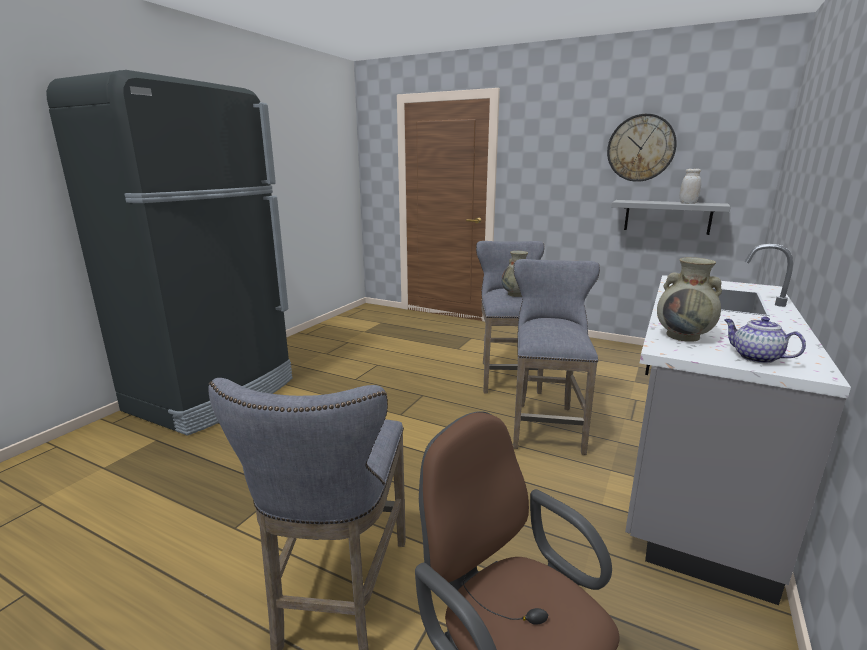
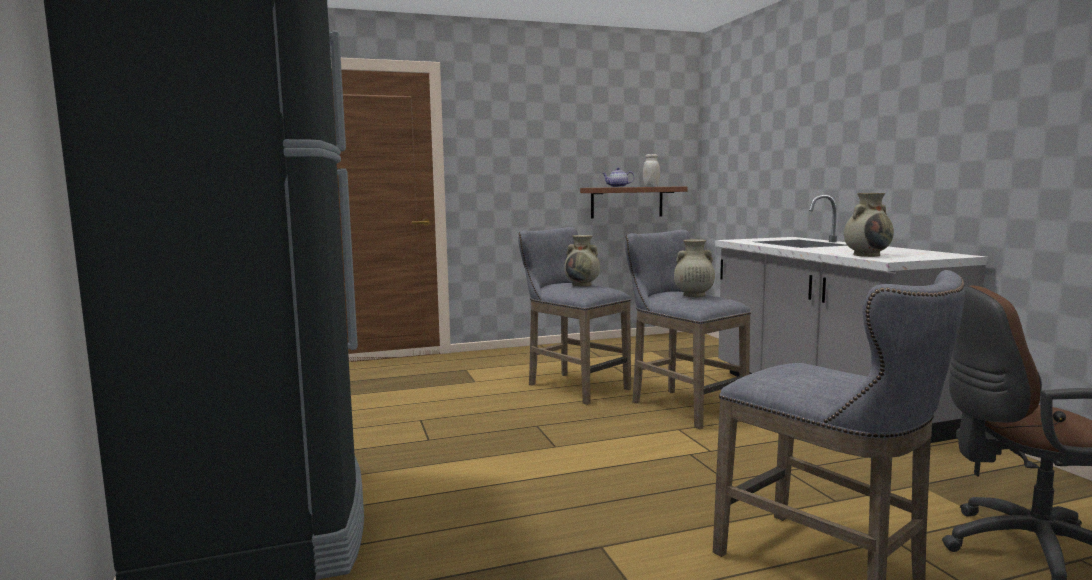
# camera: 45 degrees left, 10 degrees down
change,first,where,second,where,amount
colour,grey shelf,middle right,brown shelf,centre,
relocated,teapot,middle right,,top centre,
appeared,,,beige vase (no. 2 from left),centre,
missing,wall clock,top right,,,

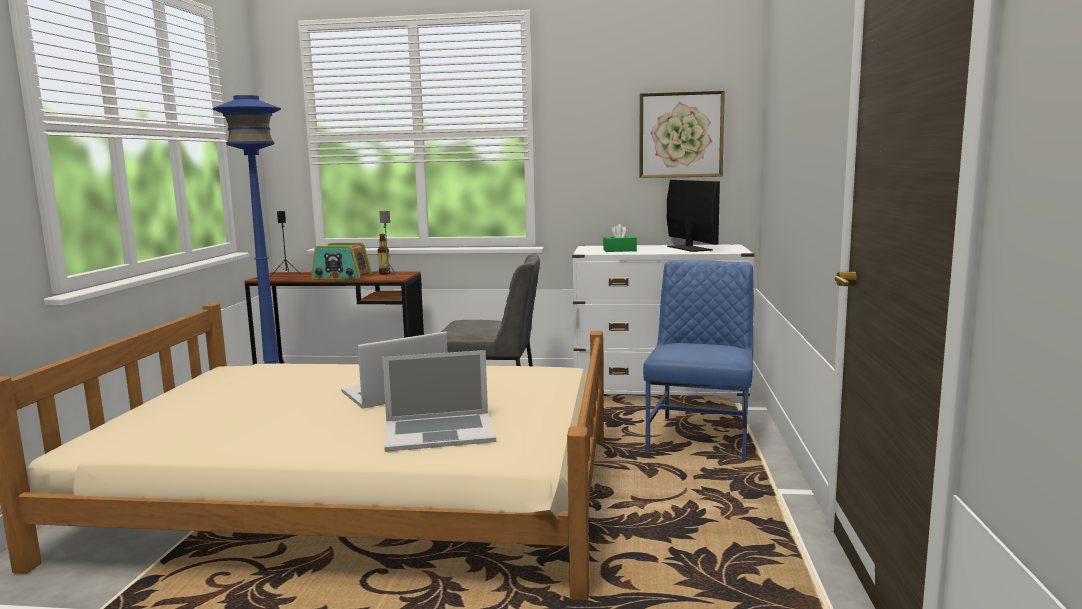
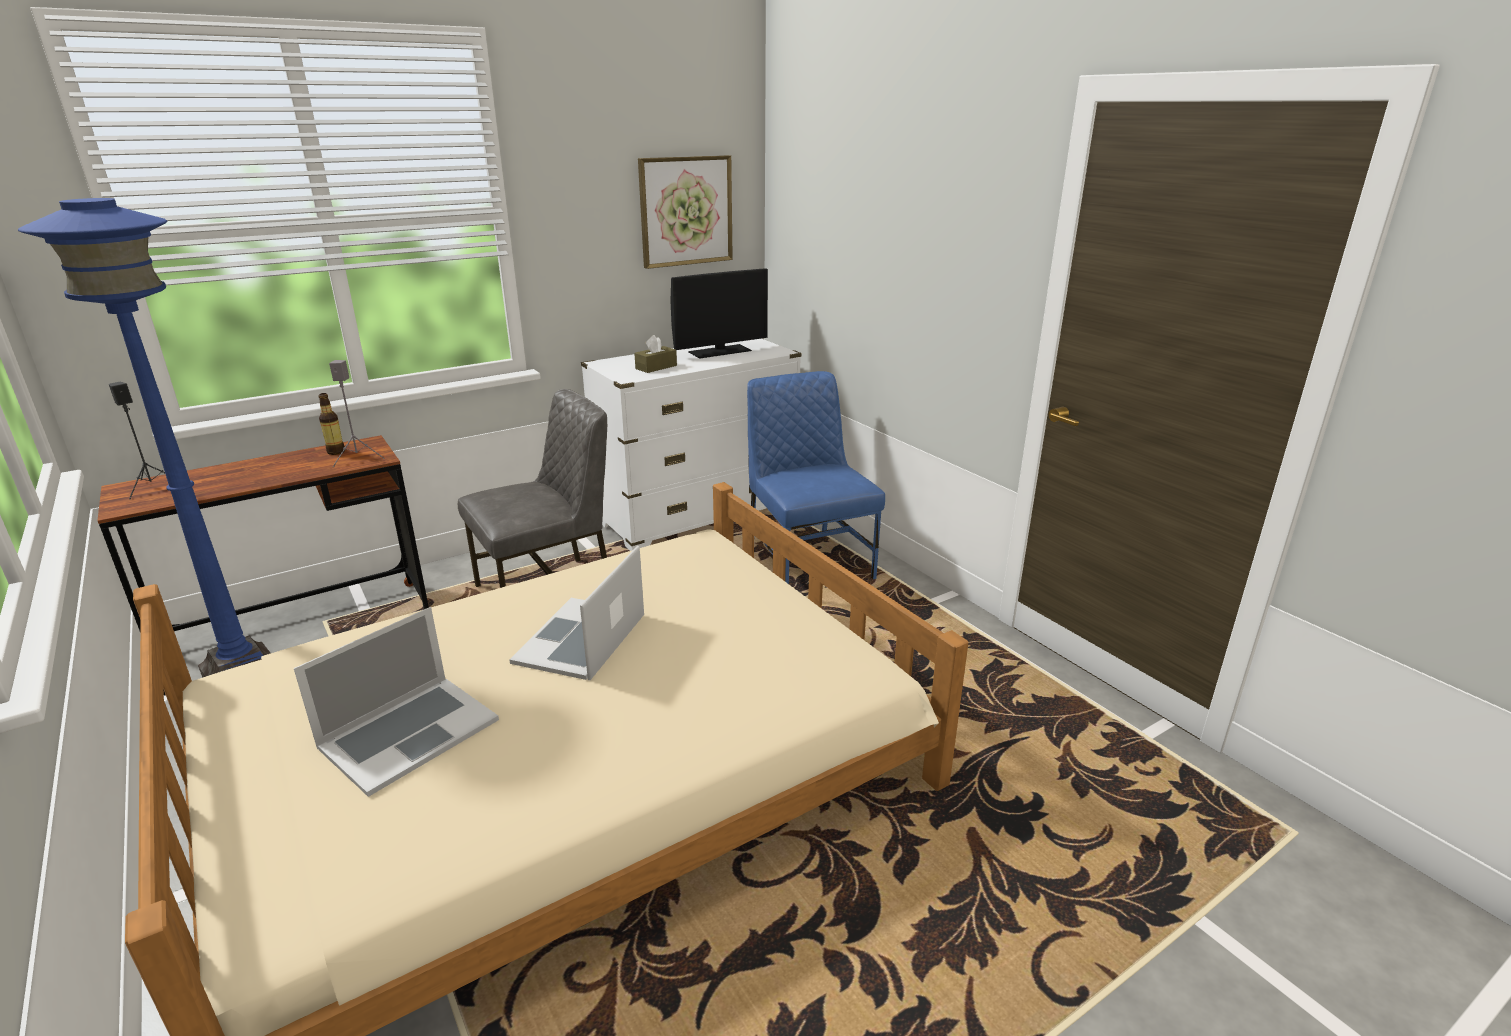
# camera: 40 degrees left, 15 degrees up
change,first,where,second,where,amount
relocated,laptop (no. 2 from left in the first image),centre,laptop (no. 1 from left),bottom left,
colour,green tissue box,centre,brown tissue box,centre,
spun,monitor,centre,,top centre,120 degrees clockwise
missing,radio,middle left,,,

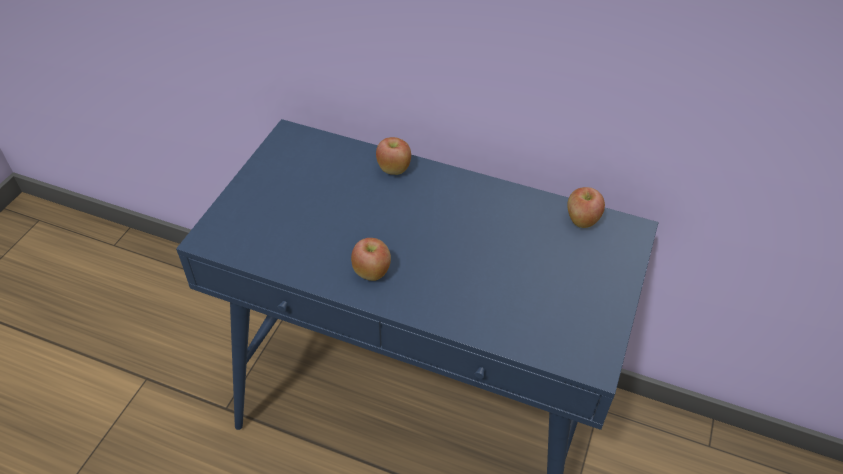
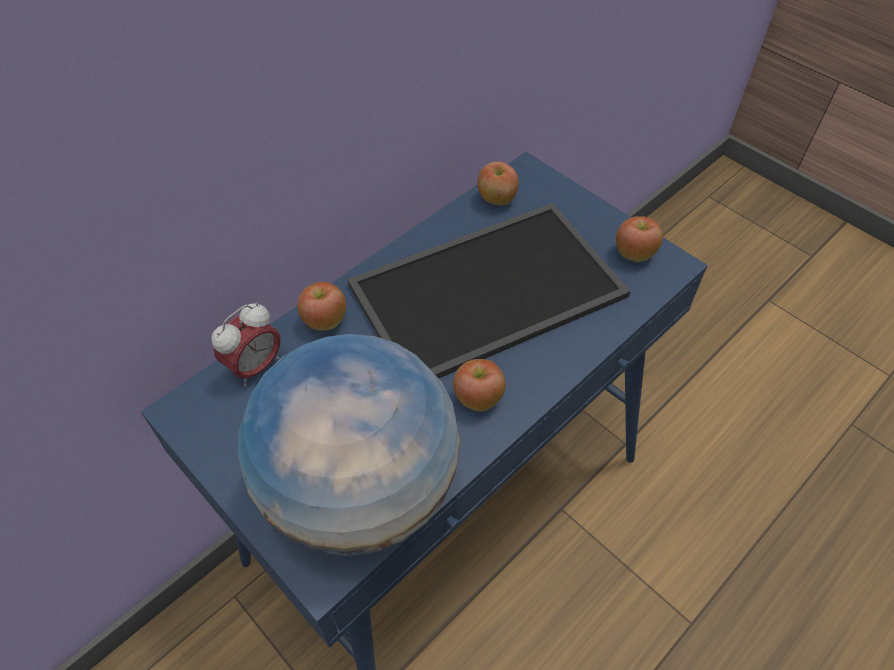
# camera: 65 degrees left, 5 degrees up
change,first,where,second,where,amount
appeared,,,alarm clock,middle left,
appeared,,,globe,centre,
appeared,,,tray,centre,
appeared,,,apple (no. 4 from left),middle right,

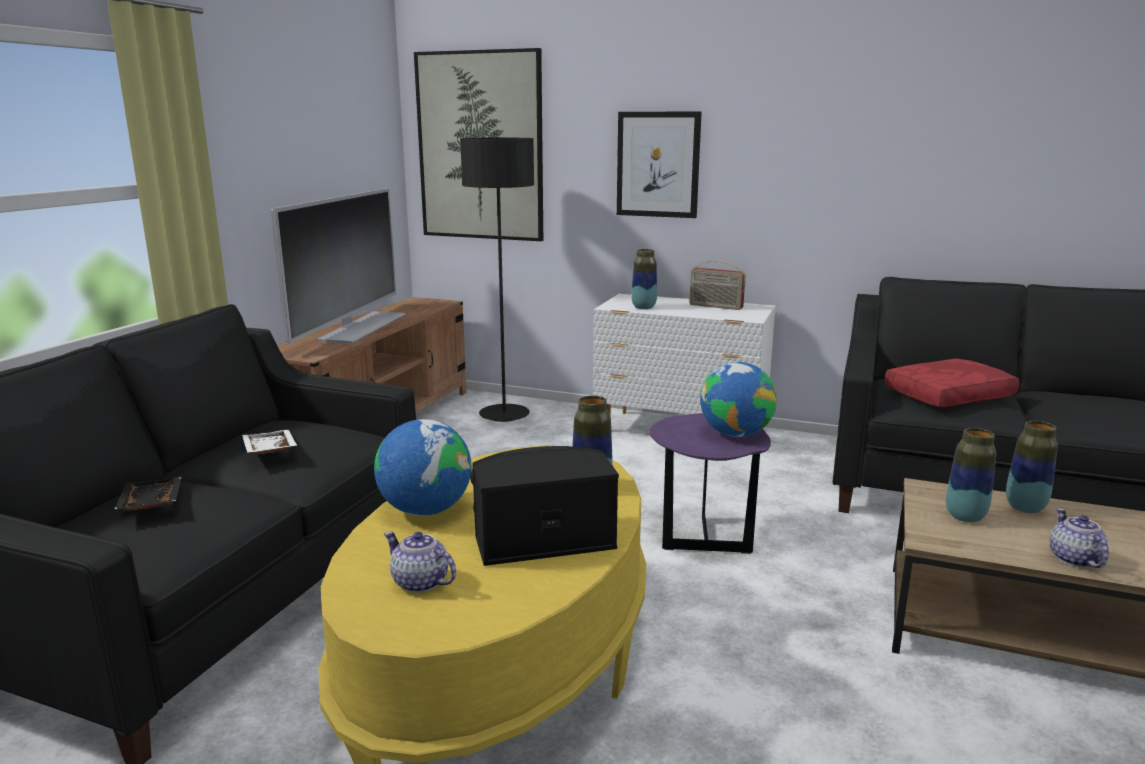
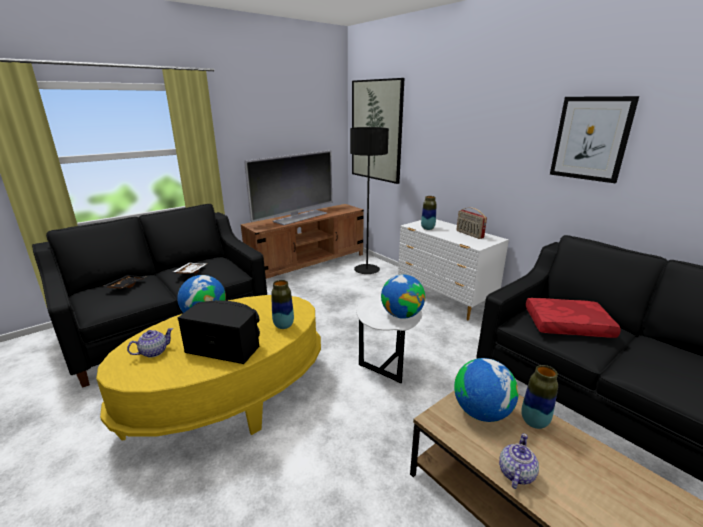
# camera: 30 degrees right, 5 degrees up
change,first,where,second,where,amount
spun,teapot (no. 1 from left),bottom centre,,middle left,75 degrees clockwise
colour,purple side table,centre,white side table,centre,
exchanged,vase (no. 3 from left),middle right,globe (no. 3 from left),bottom right,
relocated,picture (no. 2 from left),top centre,,top right,

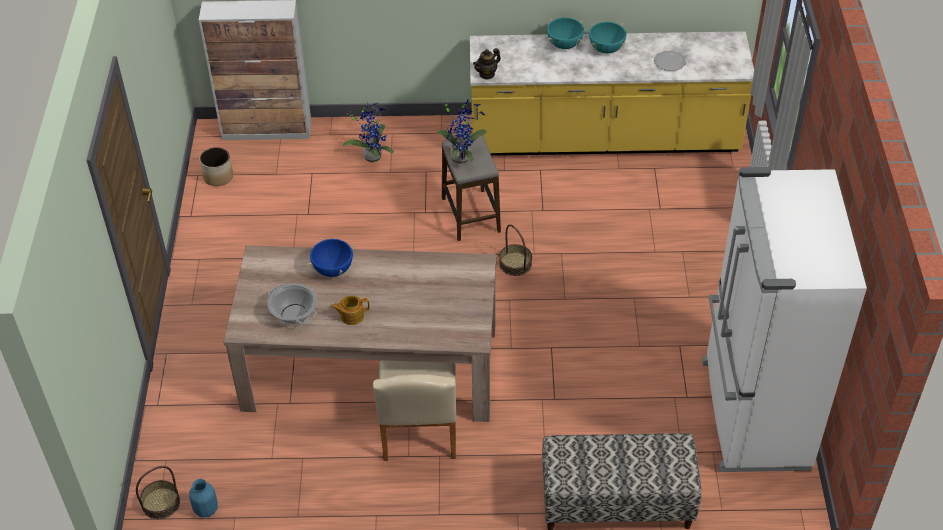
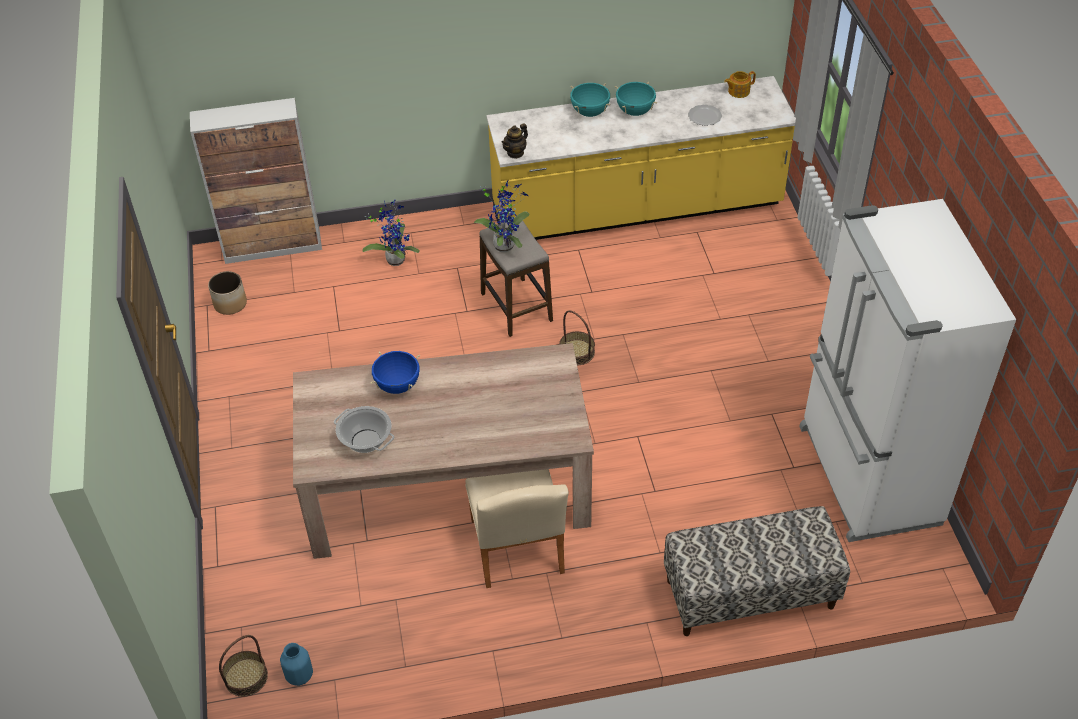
# camera: 10 degrees left, 0 degrees up
change,first,where,second,where,amount
relocated,teapot (no. 1 from left in the first image),centre,teapot (no. 2 from left),top right,

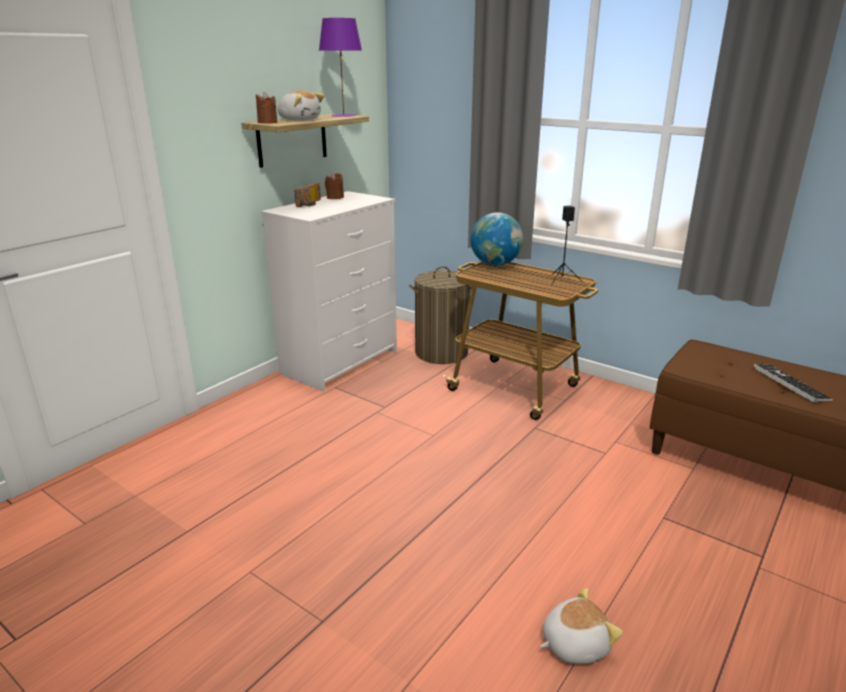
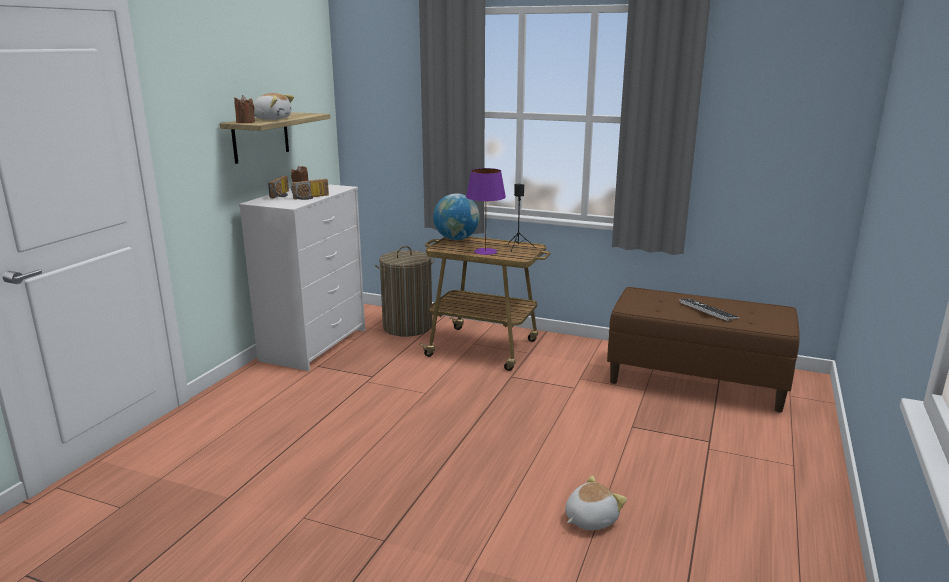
# camera: 15 degrees left, 5 degrees down
change,first,where,second,where,amount
appeared,,,radio (no. 2 from left),top left,
relocated,purple table lamp,top centre,,centre,

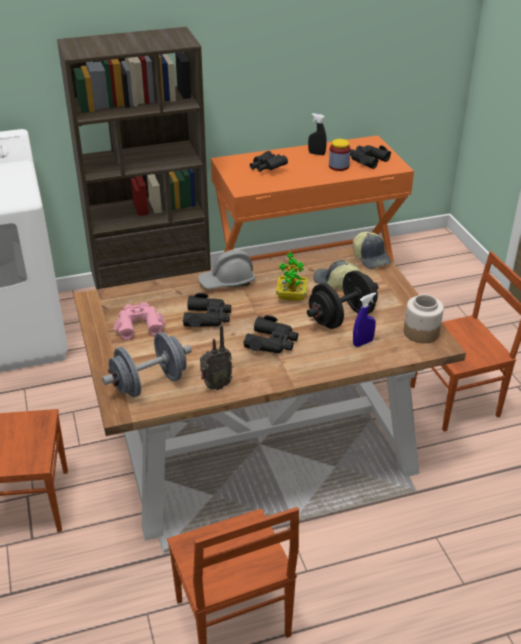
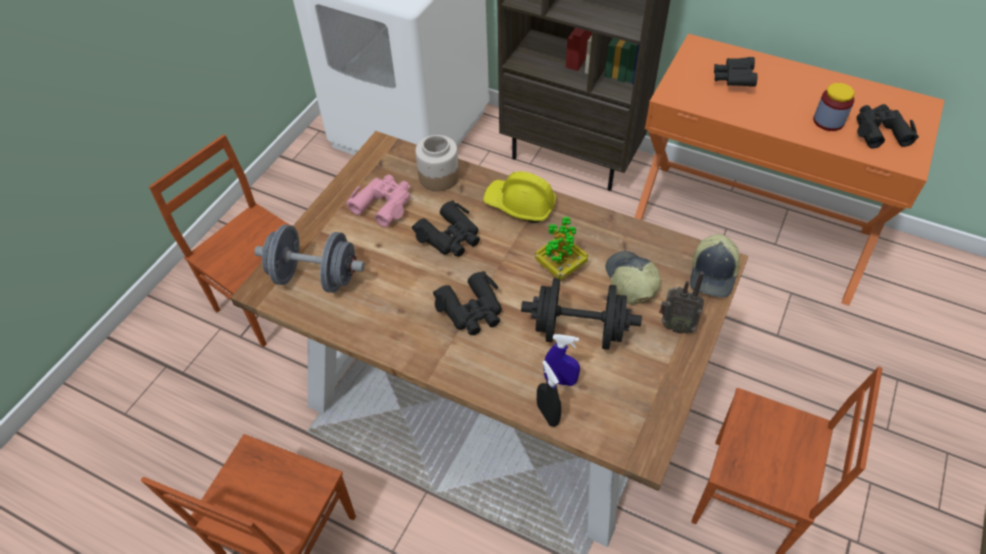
# camera: 45 degrees right, 15 degrees up
change,first,where,second,where,amount
relocated,jar (no. 2 from left in the first image),middle right,jar (no. 1 from left),top centre,
colour,grey hard hat,centre,yellow hard hat,centre,
relocated,black spray bottle,top centre,,bottom centre,
relocated,radio,centre,,middle right,

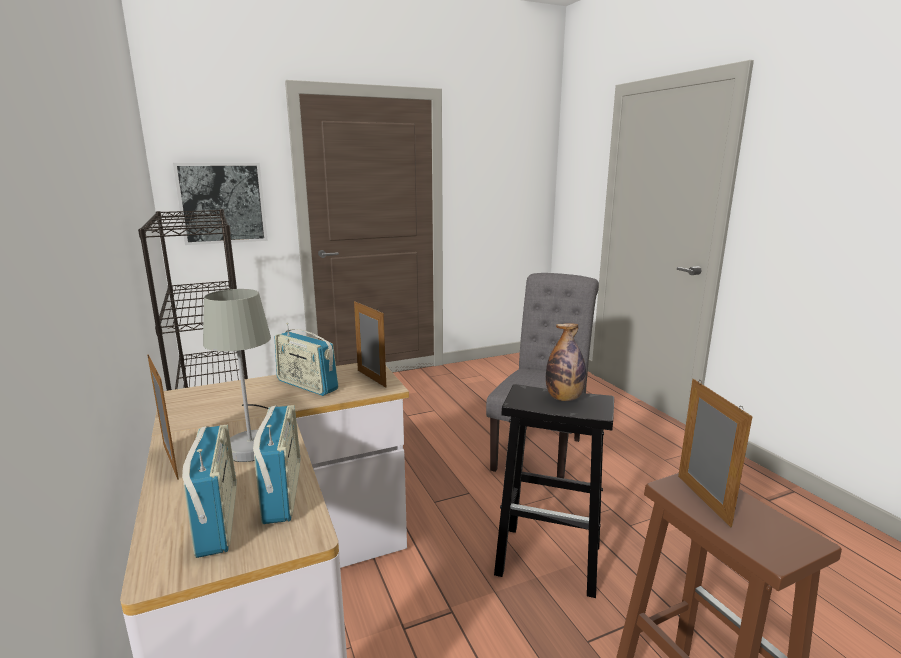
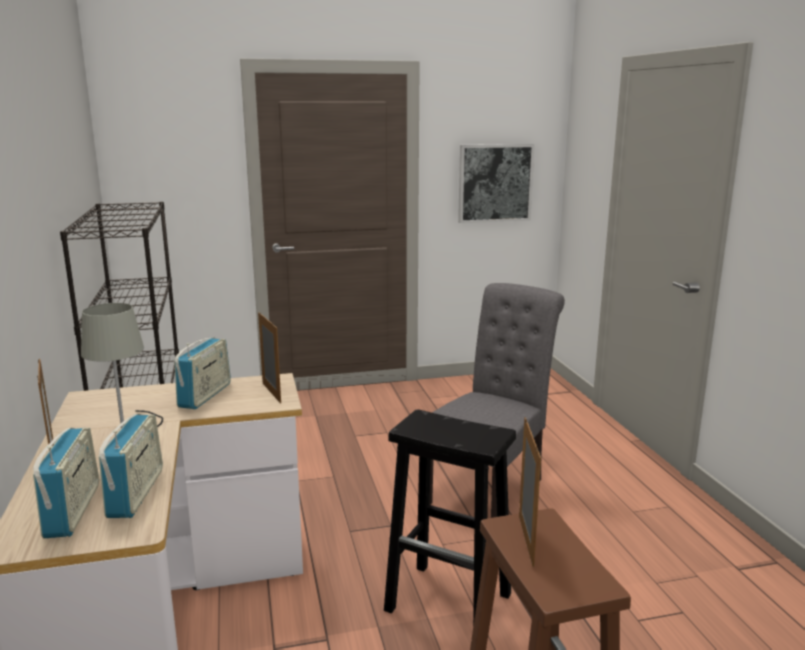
# camera: 10 degrees right, 0 degrees up
change,first,where,second,where,amount
spun,radio (no. 3 from left),centre,,middle left,120 degrees counterclockwise
relocated,picture,top left,,top centre,
missing,bottle,centre,,,

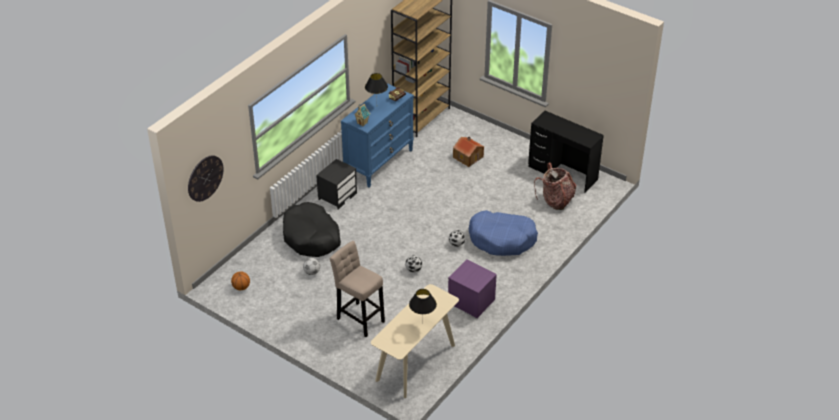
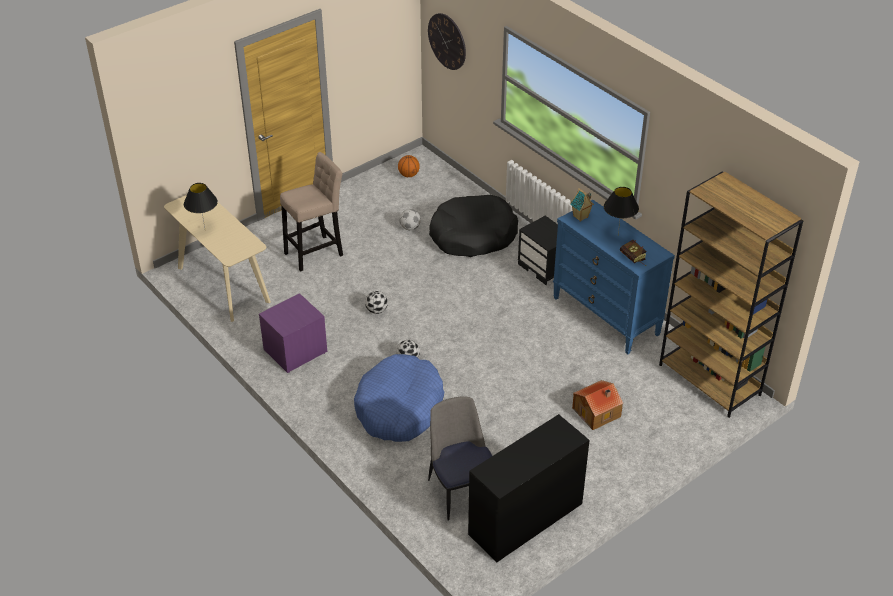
# camera: 105 degrees right, 0 degrees up
change,first,where,second,where,amount
exchanged,backpack,centre,chair,bottom centre,

